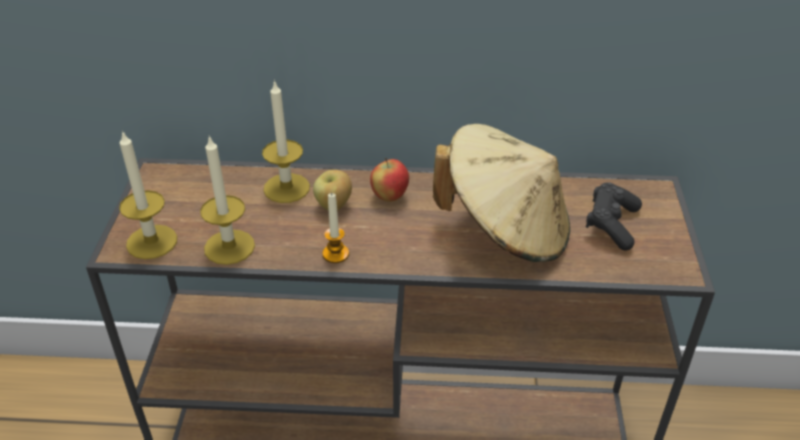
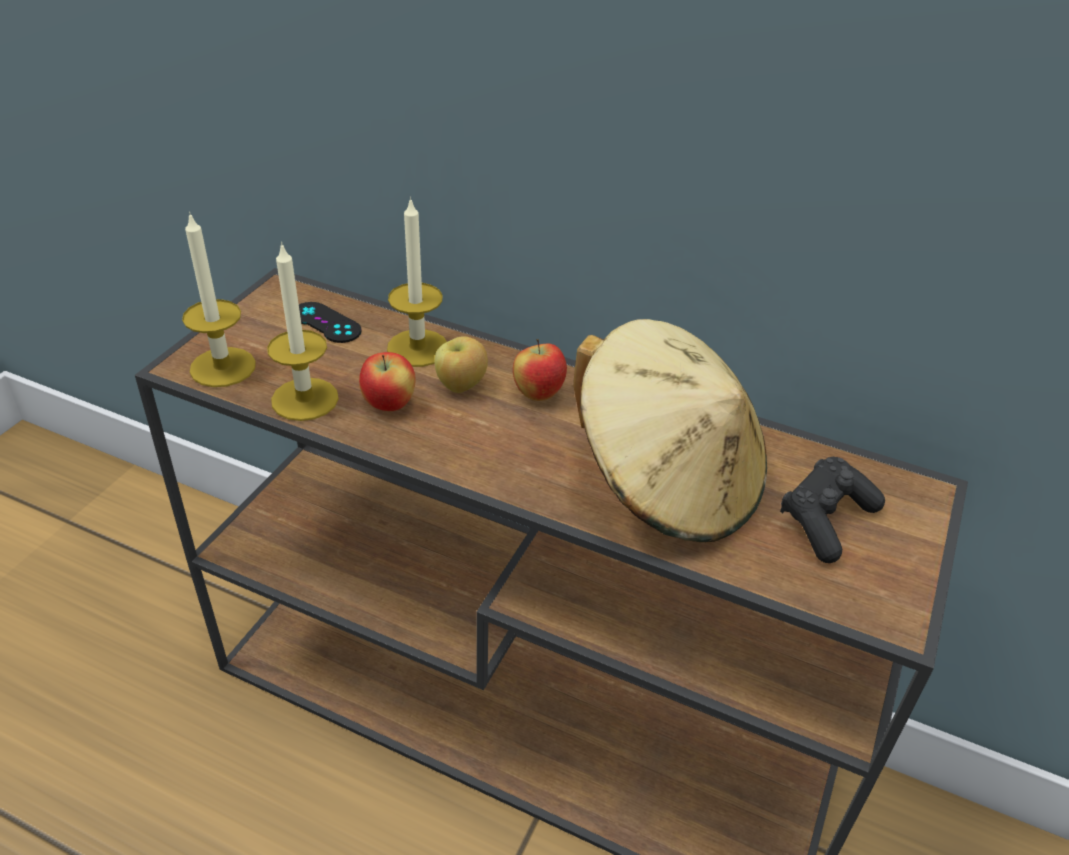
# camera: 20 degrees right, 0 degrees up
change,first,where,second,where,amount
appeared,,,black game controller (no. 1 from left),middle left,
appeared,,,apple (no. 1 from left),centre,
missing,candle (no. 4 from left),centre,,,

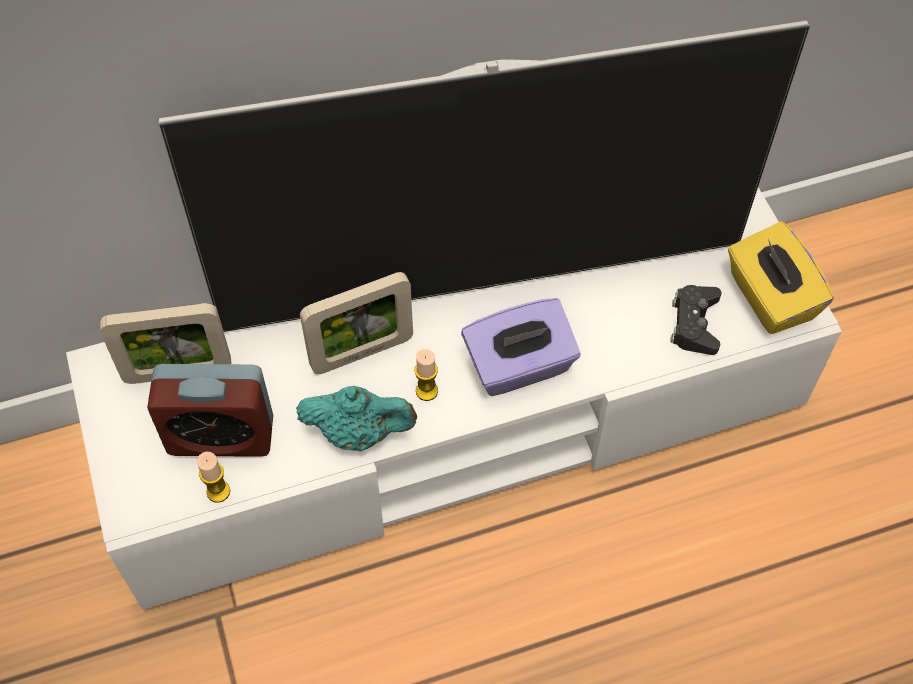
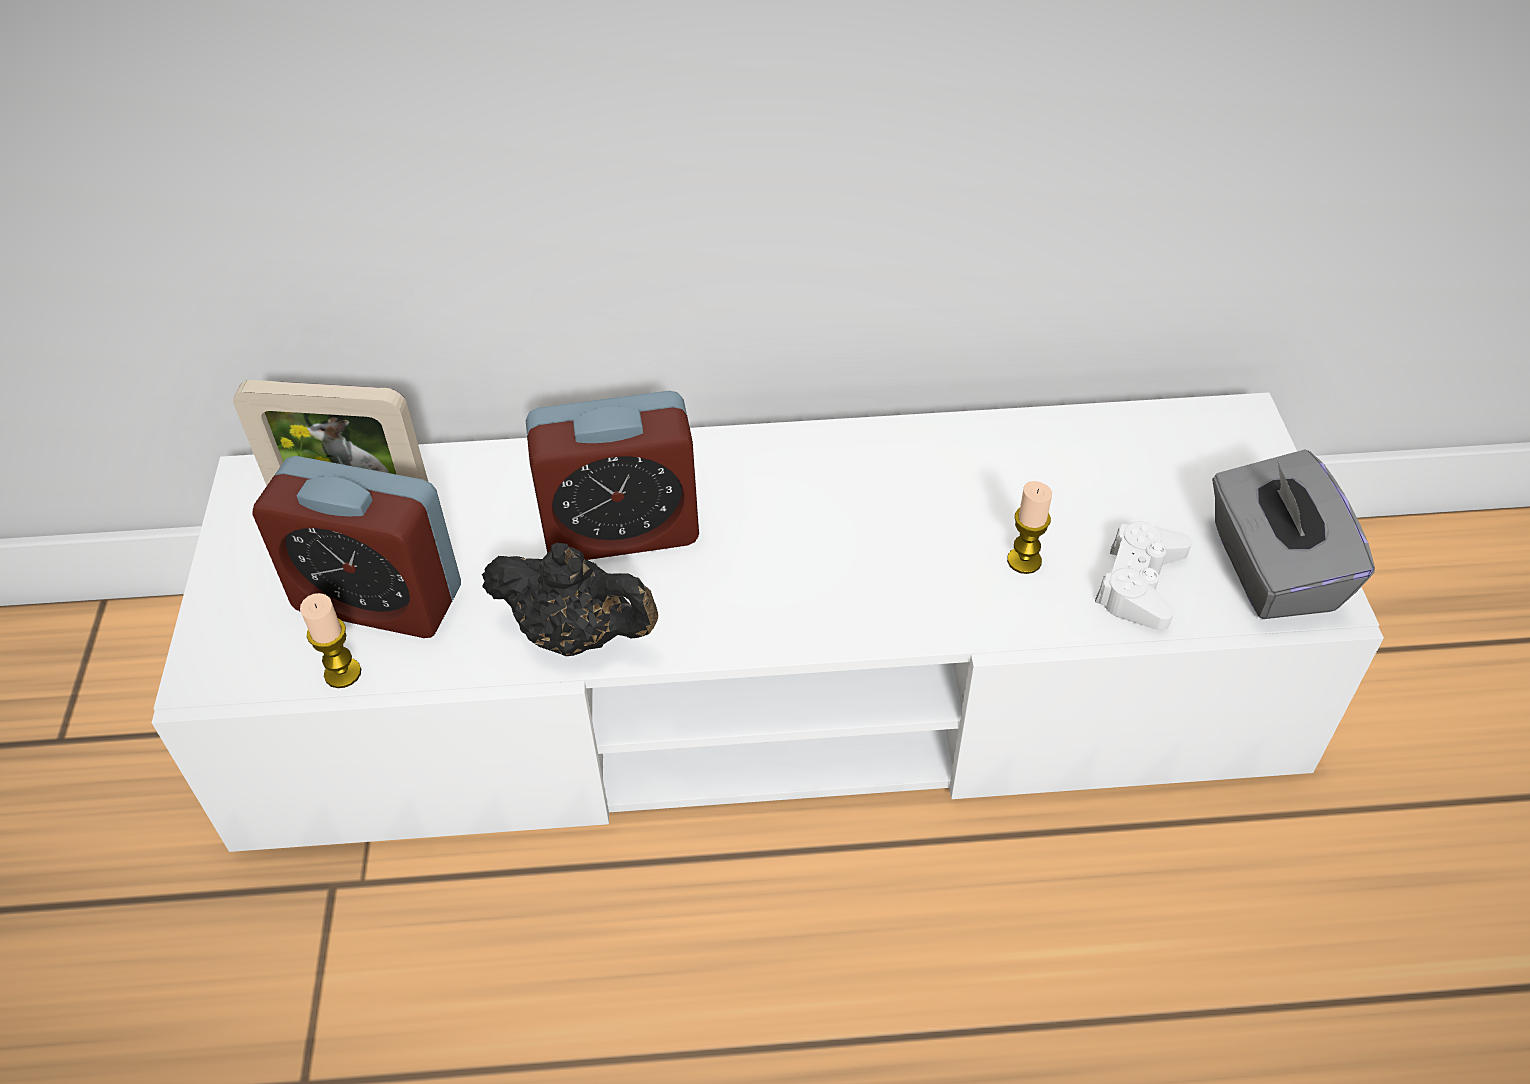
# camera: 15 degrees right, 10 degrees down
change,first,where,second,where,amount
colour,turquoise teapot,centre,black teapot,centre,
exchanged,picture frame (no. 2 from left),centre,alarm clock (no. 2 from left),centre,
relocated,candle (no. 2 from left),centre,,middle right,
colour,black game controller,middle right,white game controller,middle right,
colour,yellow tissue box,middle right,grey tissue box,middle right,
missing,television,top centre,,,
missing,purple tissue box,centre,,,

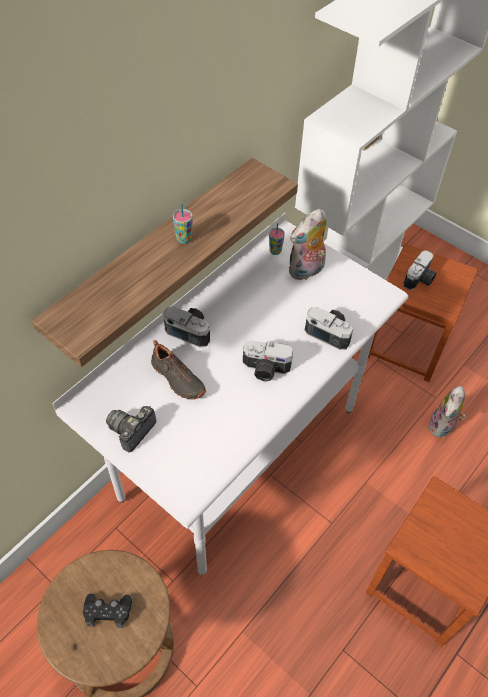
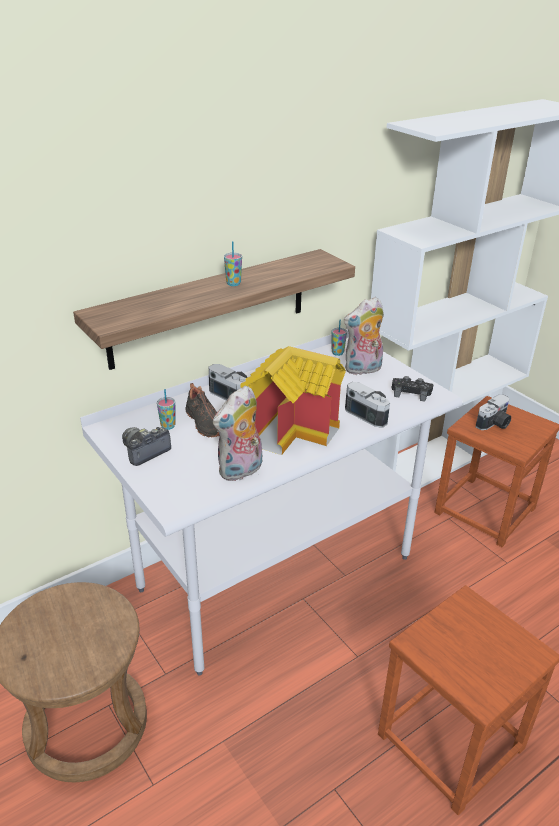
# camera: 15 degrees right, 20 degrees down
change,first,where,second,where,amount
appeared,,,cup (no. 1 from left),middle left,
relocated,plush toy (no. 2 from left in the first image),middle right,plush toy (no. 1 from left),centre,
exchanged,photo camera (no. 3 from left),centre,toy house,centre,
relocated,black game controller,bottom left,,middle right,

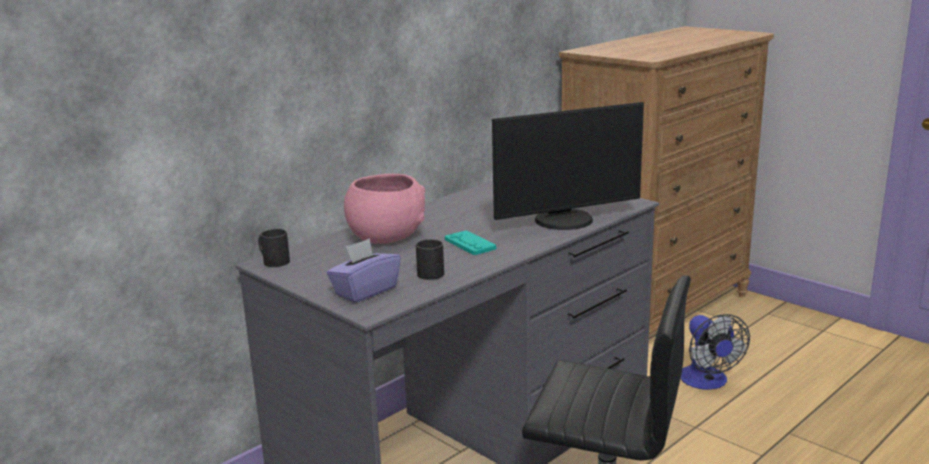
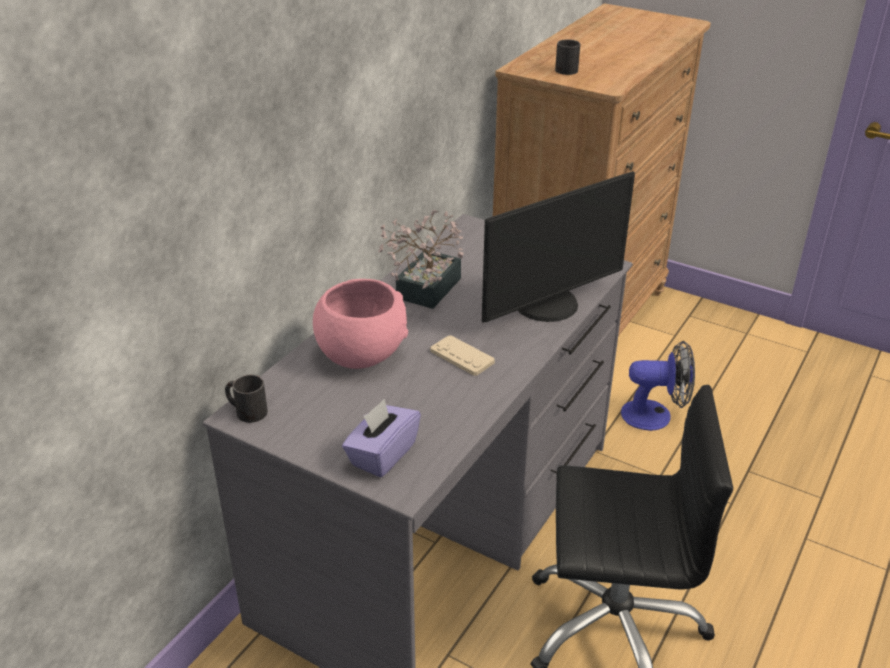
# camera: 15 degrees left, 15 degrees up
change,first,where,second,where,amount
appeared,,,potted plant,centre,
colour,turquoise game controller,centre,beige game controller,centre,
relocated,black mug (no. 2 from left),centre,,top centre,
spun,fan,bottom right,,middle right,60 degrees counterclockwise

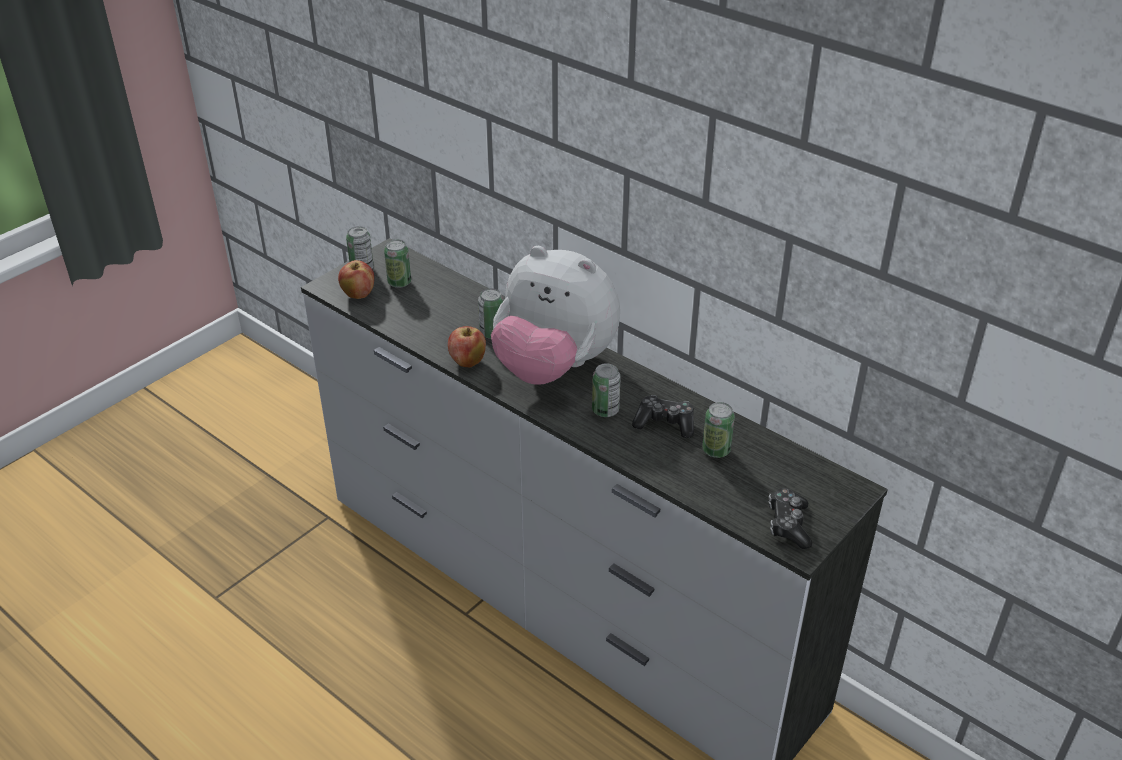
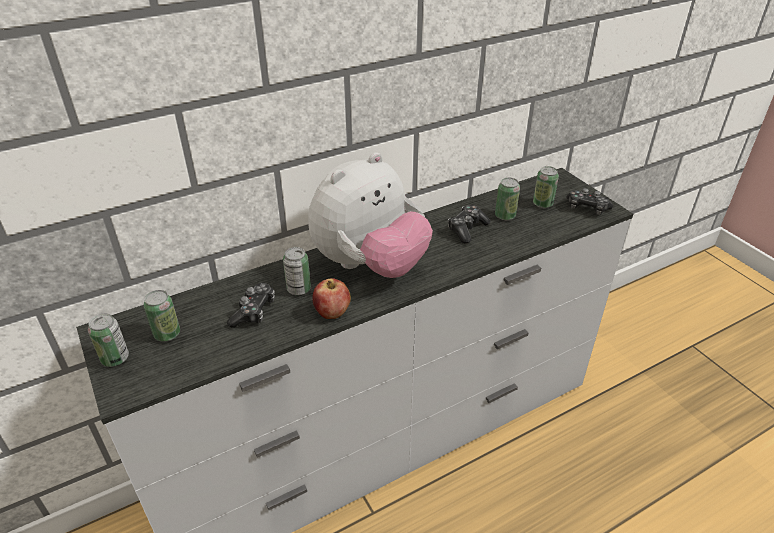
# camera: 70 degrees left, 0 degrees up
change,first,where,second,where,amount
appeared,,,game controller (no. 1 from left),middle left,
relocated,can (no. 4 from left in the first image),centre,can (no. 5 from left),middle right,
missing,apple (no. 1 from left),middle left,,,

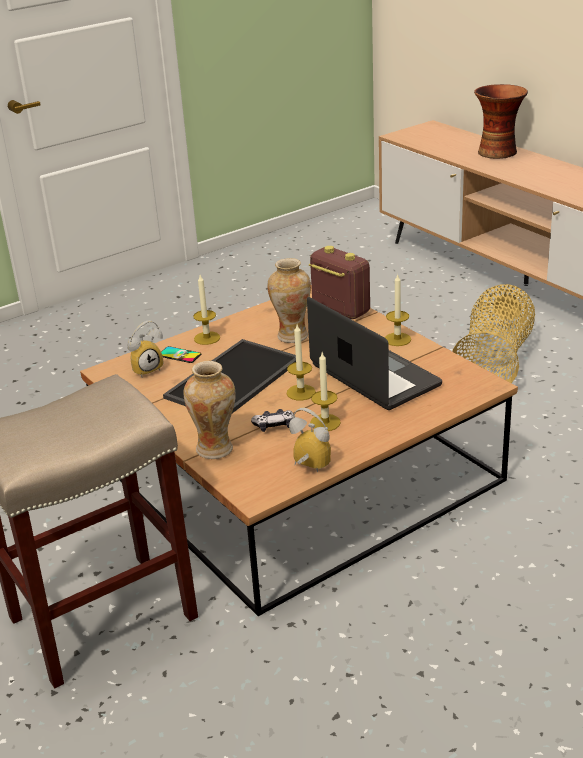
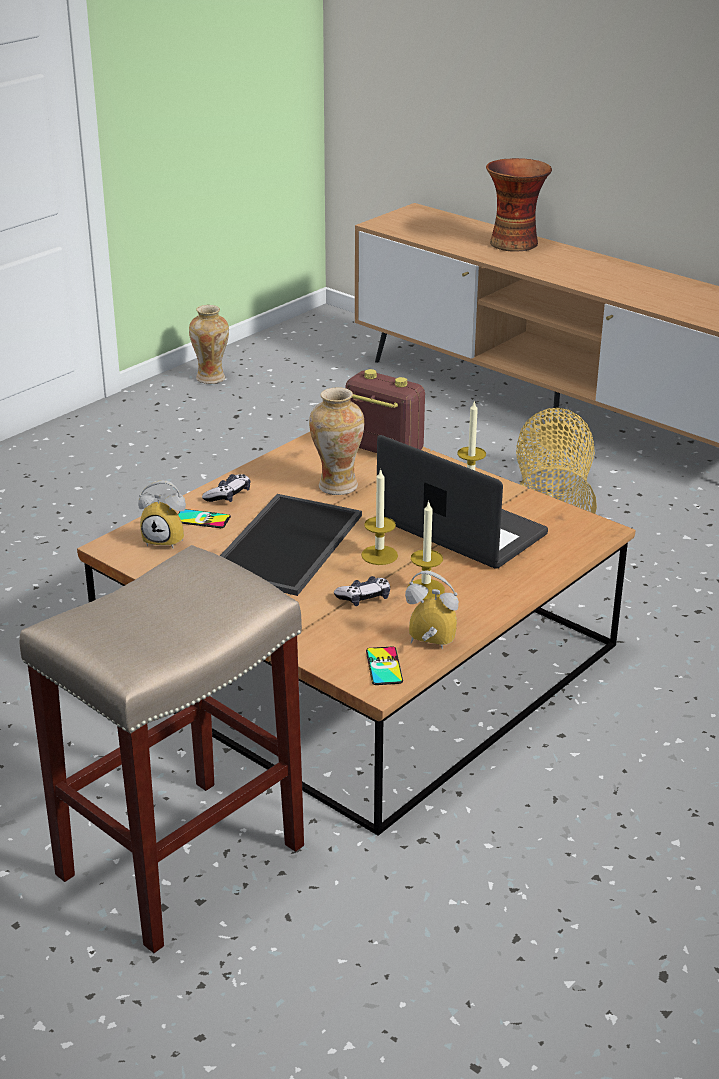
# camera: 15 degrees left, 0 degrees up
change,first,where,second,where,amount
spun,alarm clock (no. 1 from left),middle left,,middle left,60 degrees clockwise
relocated,vase (no. 1 from left),centre,,top left,
exchanged,candle (no. 1 from left),centre,game controller (no. 1 from left),middle left,
appeared,,,phone (no. 2 from left),centre,

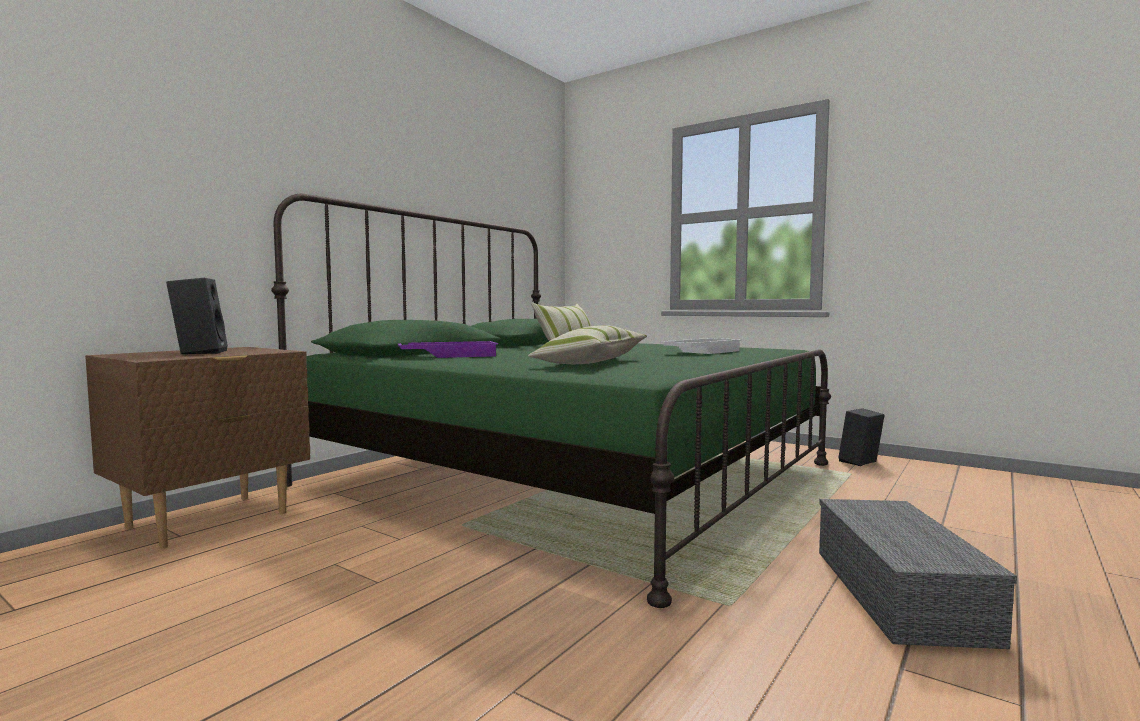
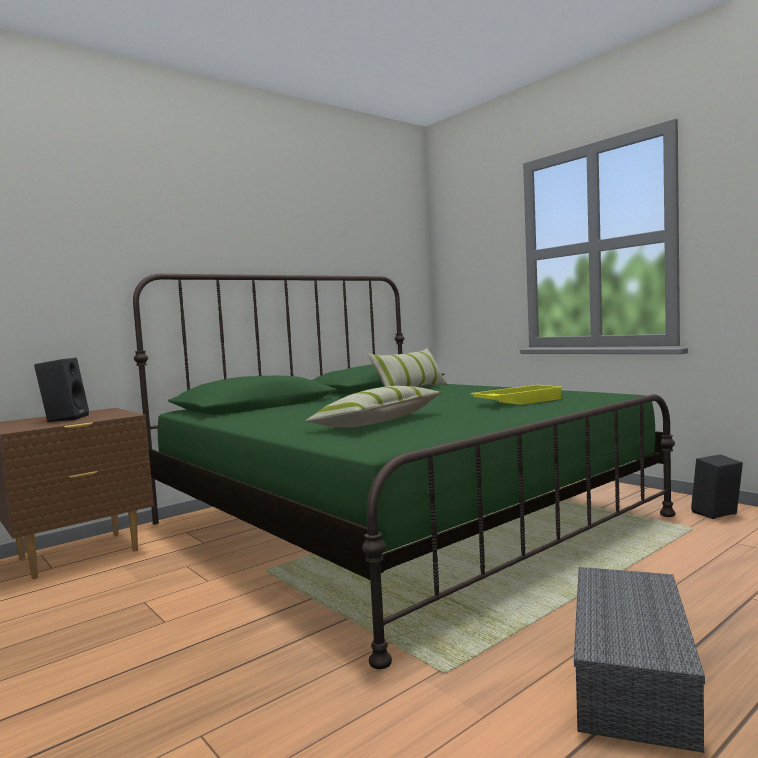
# camera: 15 degrees right, 0 degrees up
change,first,where,second,where,amount
colour,white tray,centre,yellow tray,middle right,
missing,purple tray,centre,,,

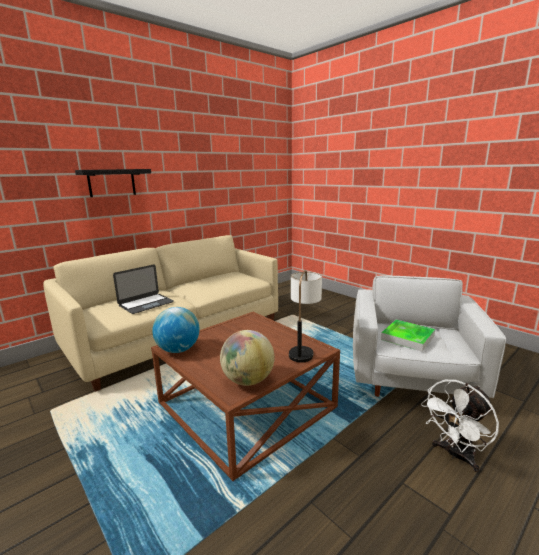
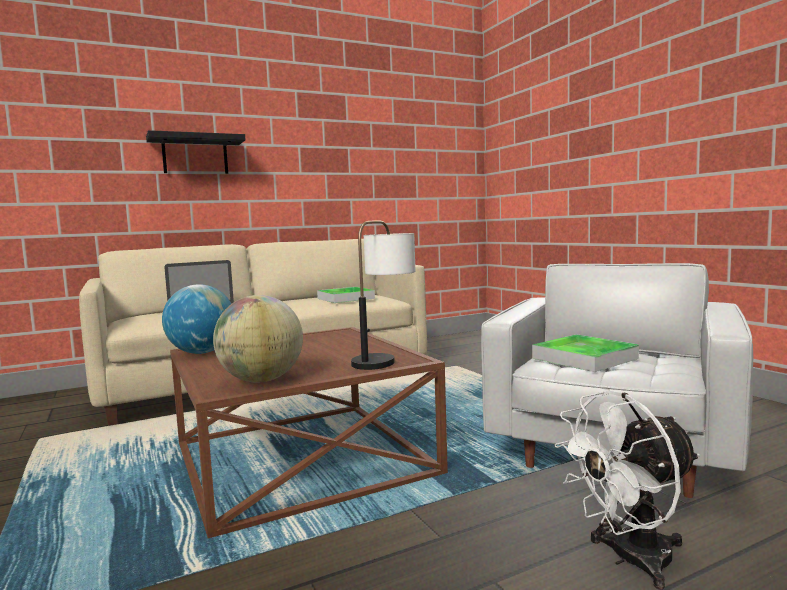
# camera: 15 degrees right, 10 degrees down
change,first,where,second,where,amount
appeared,,,tray (no. 1 from left),centre,

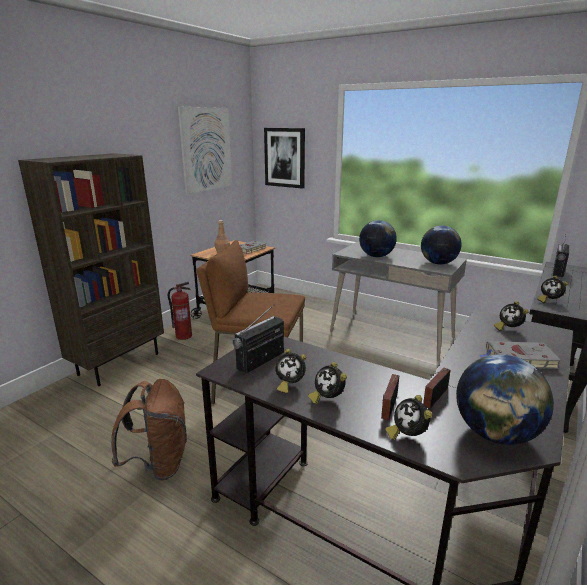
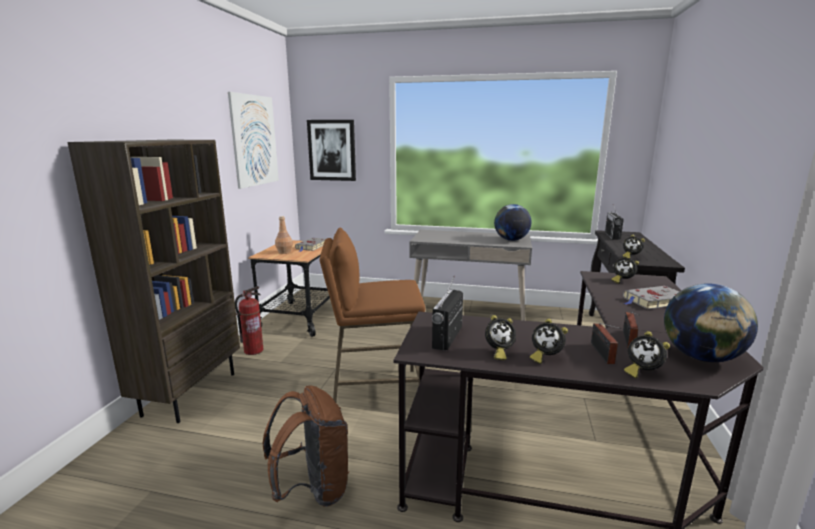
# camera: 20 degrees left, 5 degrees down
change,first,where,second,where,amount
missing,globe (no. 1 from left),centre,,,

